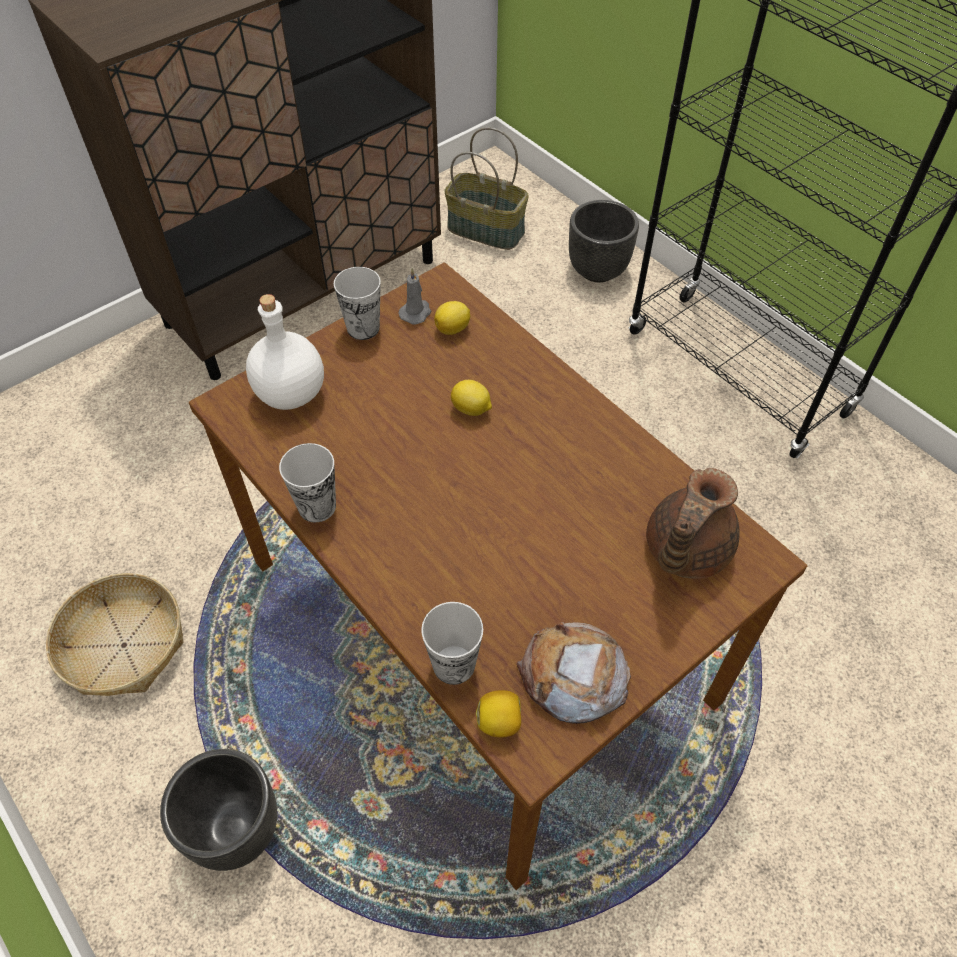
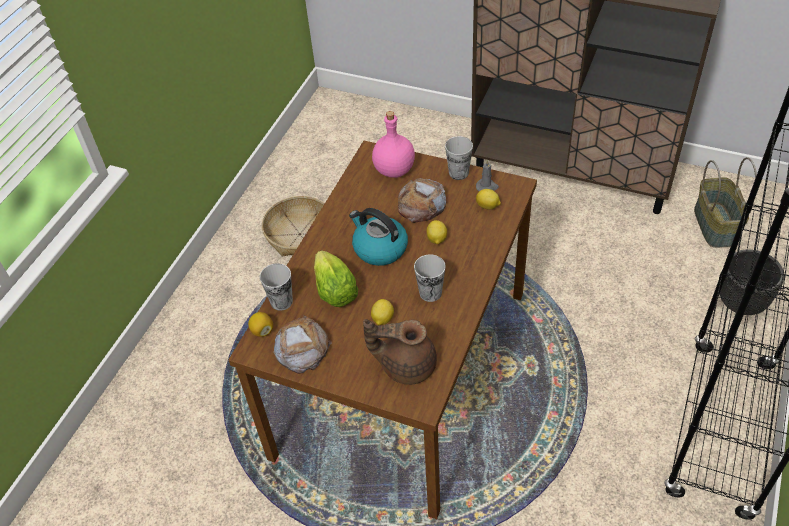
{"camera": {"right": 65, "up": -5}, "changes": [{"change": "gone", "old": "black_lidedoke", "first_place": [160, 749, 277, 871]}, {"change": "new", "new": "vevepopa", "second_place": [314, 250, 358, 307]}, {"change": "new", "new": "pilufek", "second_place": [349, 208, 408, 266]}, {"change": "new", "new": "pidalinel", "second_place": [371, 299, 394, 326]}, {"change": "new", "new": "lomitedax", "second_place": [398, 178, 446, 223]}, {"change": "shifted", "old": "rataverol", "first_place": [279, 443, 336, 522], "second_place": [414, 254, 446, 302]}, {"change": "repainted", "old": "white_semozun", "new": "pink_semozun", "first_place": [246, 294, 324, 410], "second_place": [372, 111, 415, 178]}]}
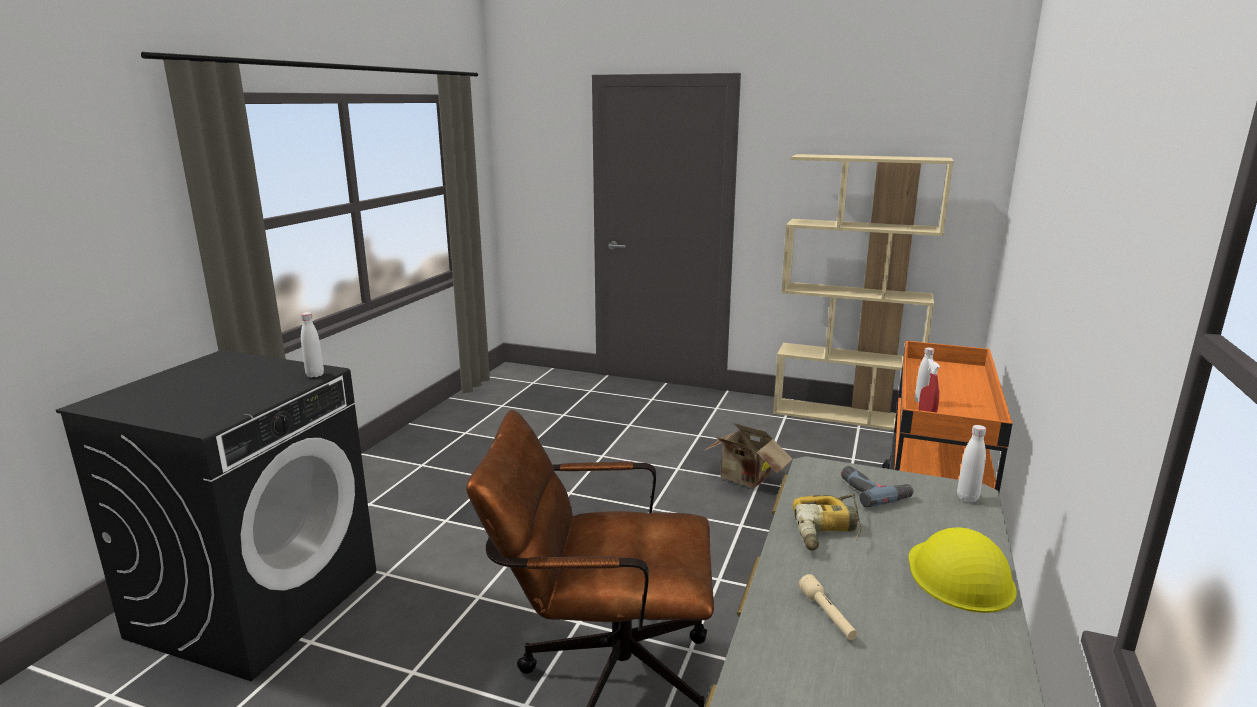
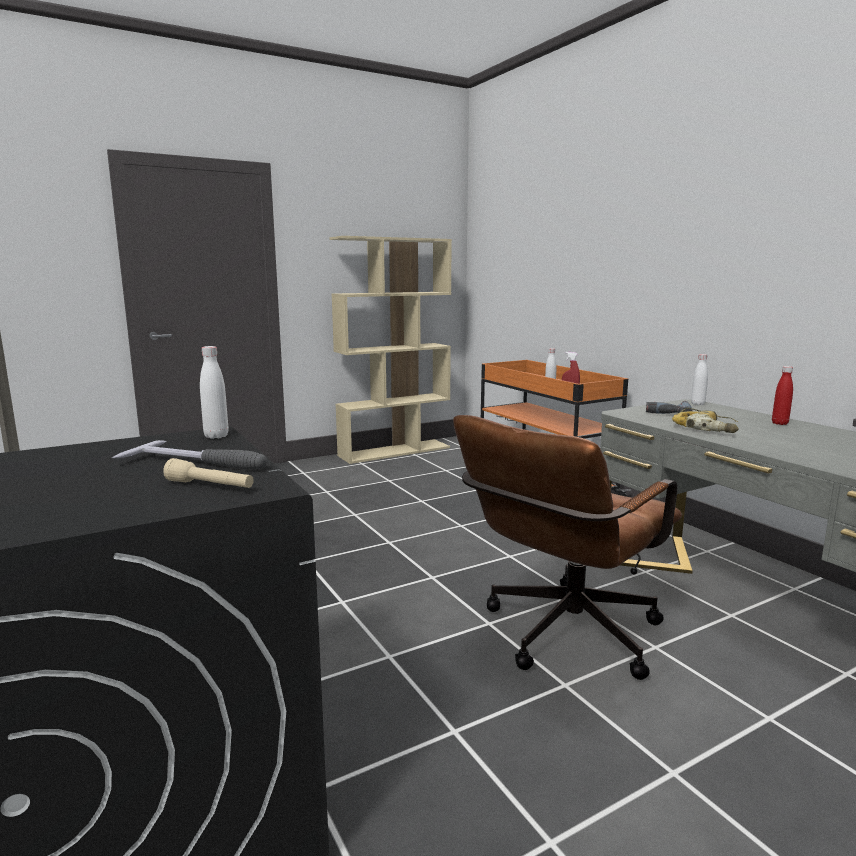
{"camera": {"right": -50, "up": -5}, "changes": [{"change": "gone", "old": "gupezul", "first_place": [704, 423, 793, 488]}, {"change": "new", "new": "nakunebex", "second_place": [112, 440, 267, 470]}, {"change": "shifted", "old": "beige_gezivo", "first_place": [799, 574, 858, 640], "second_place": [163, 458, 254, 488]}, {"change": "swapped", "old": "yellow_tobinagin", "new": "red_semozun", "first_place": [908, 527, 1017, 613], "second_place": [772, 366, 793, 425]}]}
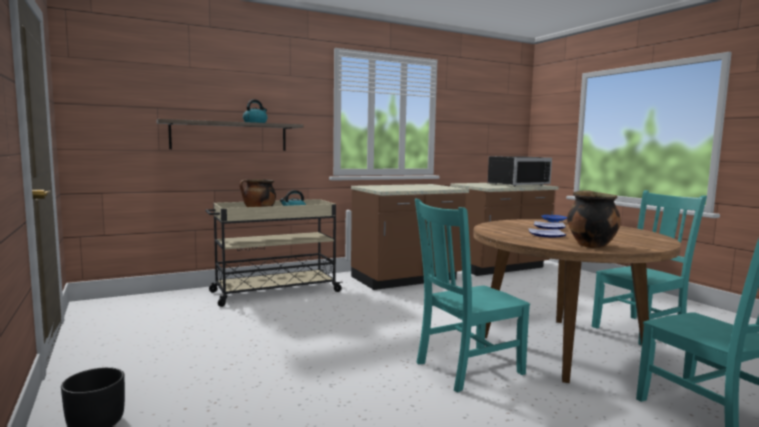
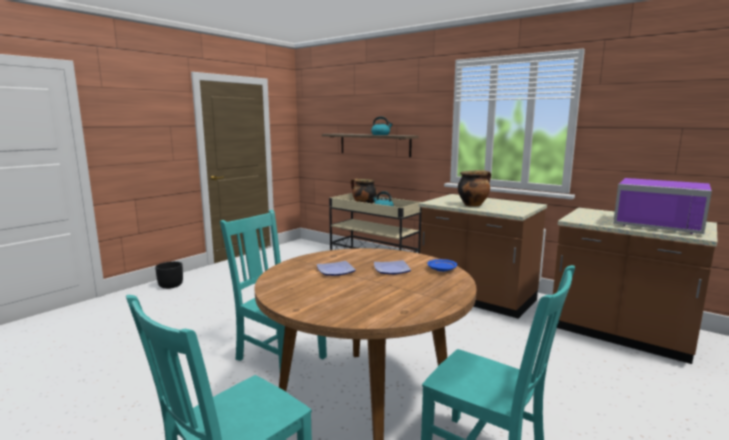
{"camera": {"right": 65, "up": 5}, "changes": [{"change": "shifted", "old": "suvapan", "first_place": [567, 190, 621, 249], "second_place": [458, 170, 491, 207]}, {"change": "repainted", "old": "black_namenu", "new": "purple_namenu", "first_place": [488, 156, 552, 186], "second_place": [613, 178, 712, 234]}]}
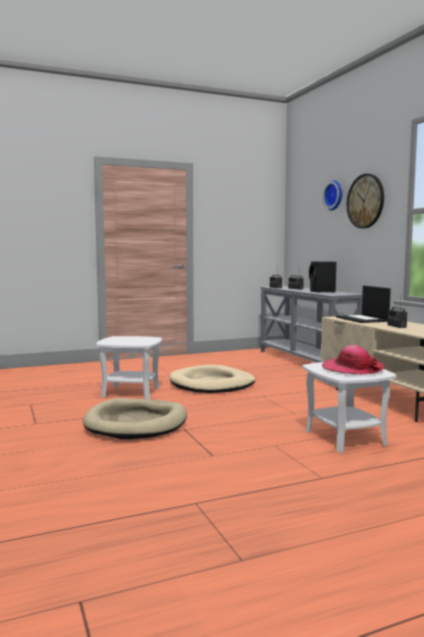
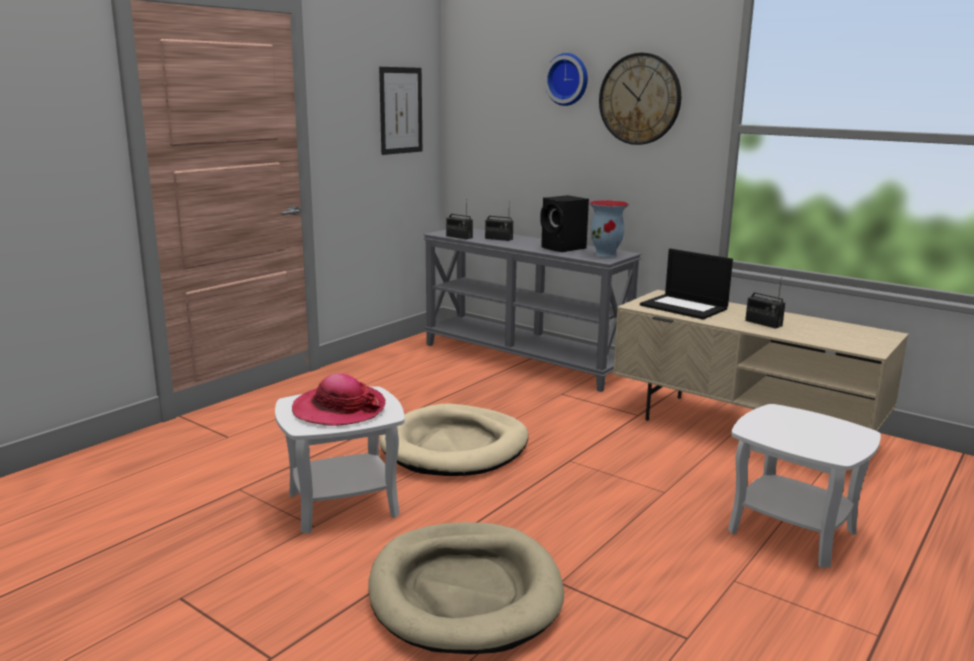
{"camera": {"right": -30, "up": 10}, "changes": [{"change": "new", "new": "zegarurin", "second_place": [379, 67, 422, 155]}, {"change": "new", "new": "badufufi", "second_place": [589, 200, 629, 257]}, {"change": "shifted", "old": "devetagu", "first_place": [322, 345, 385, 374], "second_place": [292, 374, 385, 426]}]}
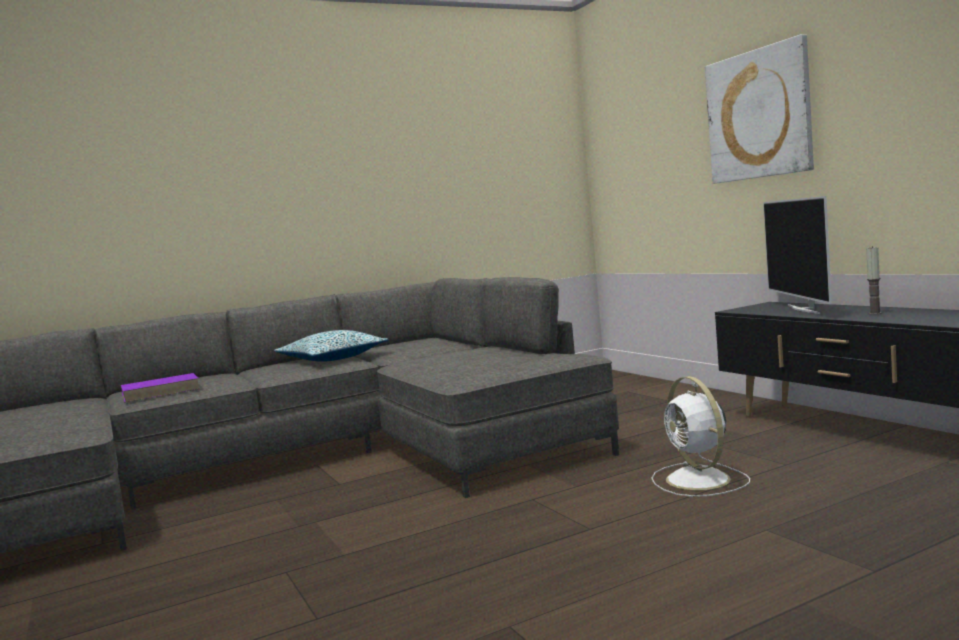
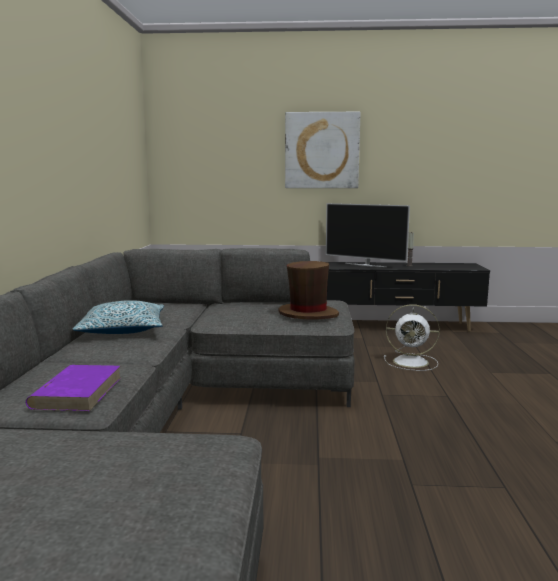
{"camera": {"right": -60, "up": 5}, "changes": [{"change": "new", "new": "brown_devetagu", "second_place": [278, 261, 339, 319]}]}
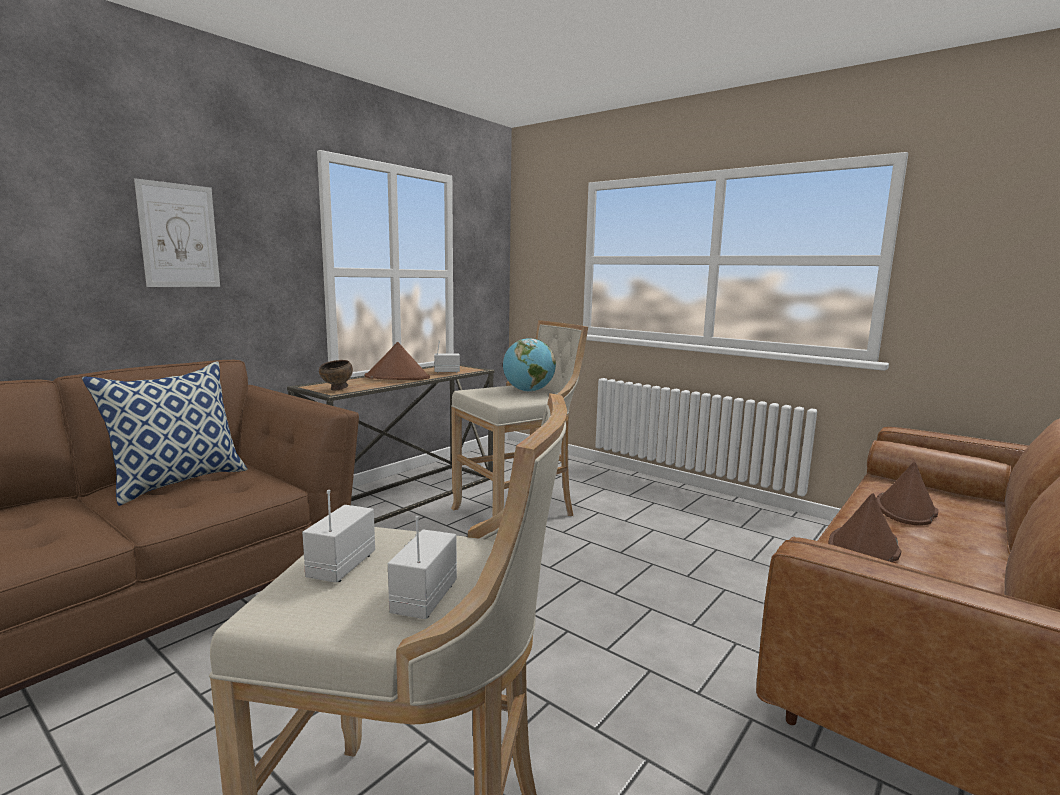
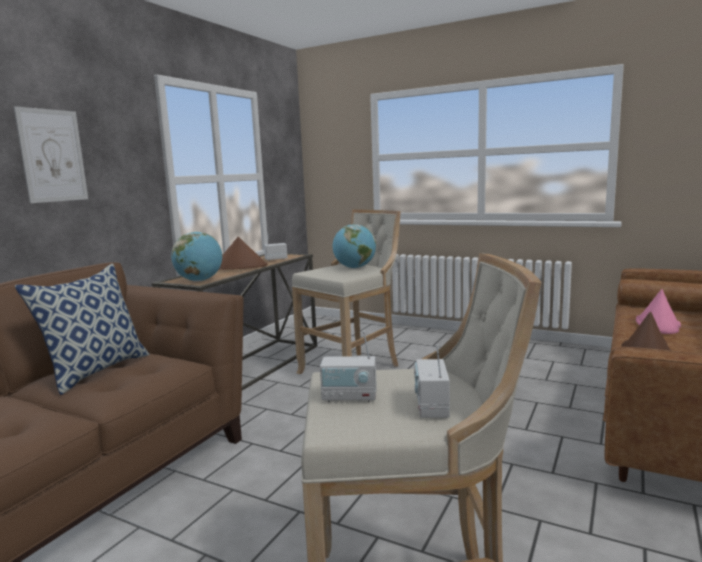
{"camera": {"right": -10, "up": 0}, "changes": [{"change": "swapped", "old": "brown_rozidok", "new": "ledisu", "first_place": [319, 360, 353, 391], "second_place": [171, 232, 222, 282]}, {"change": "repainted", "old": "brown_devetagu", "new": "pink_devetagu", "first_place": [876, 462, 938, 525], "second_place": [636, 289, 681, 334]}, {"change": "rotated", "old": "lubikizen", "first_place": [302, 490, 375, 583], "second_place": [320, 331, 377, 402], "degrees": -90}]}
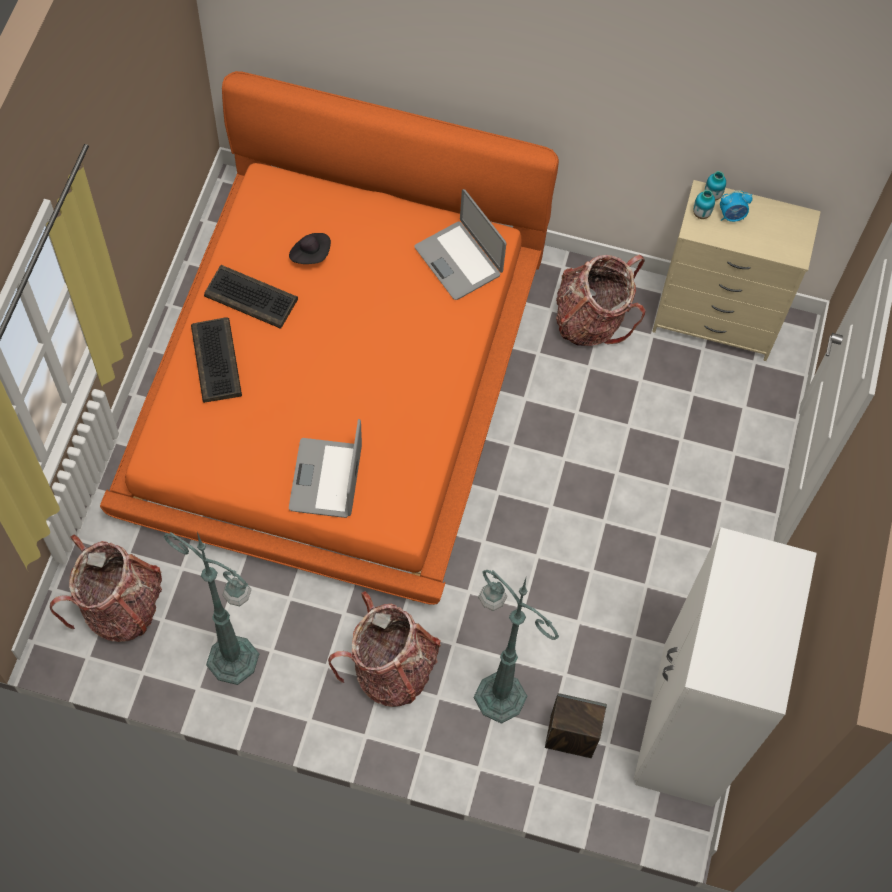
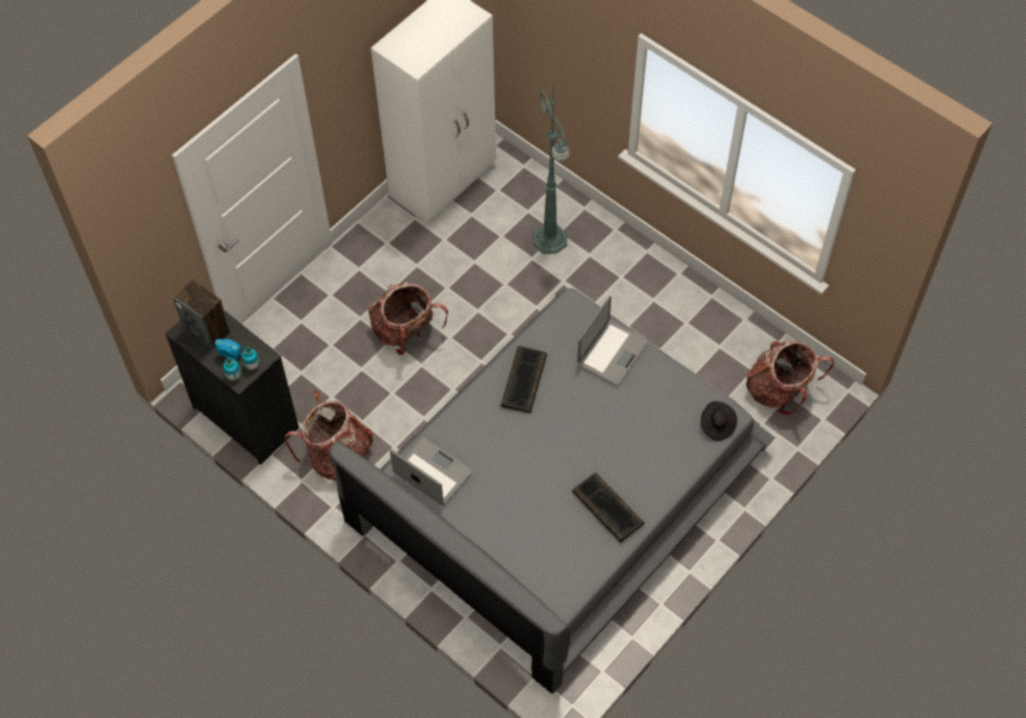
{"camera": {"right": -150, "up": -5}, "changes": [{"change": "gone", "old": "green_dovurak", "first_place": [163, 532, 259, 685]}, {"change": "shifted", "old": "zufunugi", "first_place": [191, 317, 242, 403], "second_place": [501, 346, 547, 413]}, {"change": "shifted", "old": "black_devetagu", "first_place": [289, 233, 331, 264], "second_place": [701, 401, 737, 441]}, {"change": "shifted", "old": "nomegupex", "first_place": [328, 591, 441, 707], "second_place": [368, 282, 448, 355]}, {"change": "shifted", "old": "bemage", "first_place": [545, 693, 607, 758], "second_place": [173, 280, 230, 350]}, {"change": "repainted", "old": "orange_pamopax", "new": "grey_pamopax", "first_place": [100, 71, 559, 605], "second_place": [330, 286, 775, 694]}, {"change": "repainted", "old": "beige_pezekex", "new": "black_pezekex", "first_place": [652, 180, 821, 361], "second_place": [165, 310, 299, 465]}, {"change": "rotated", "old": "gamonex", "first_place": [414, 189, 506, 300], "second_place": [390, 438, 472, 505], "degrees": -45}]}
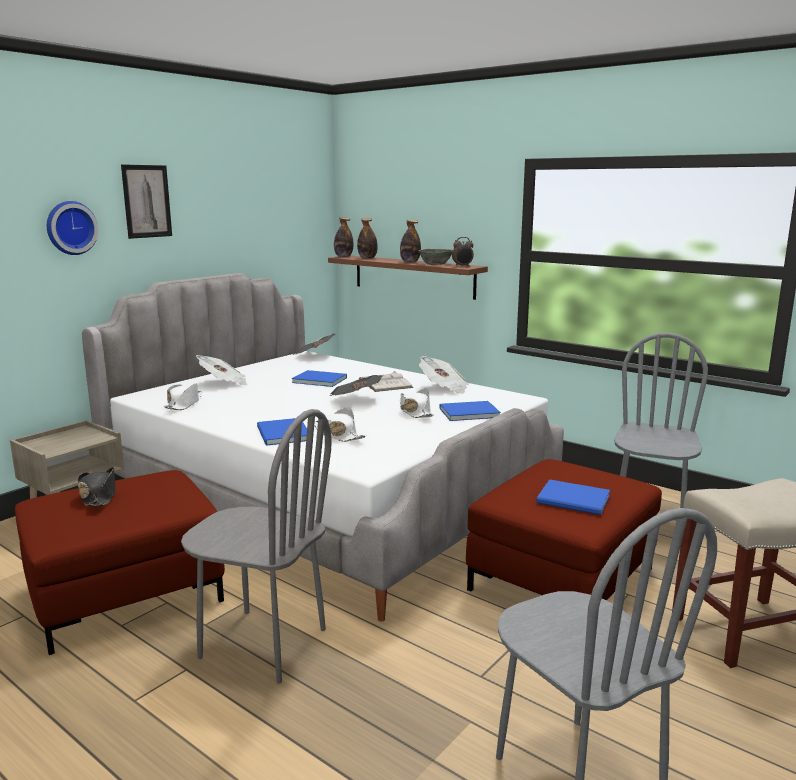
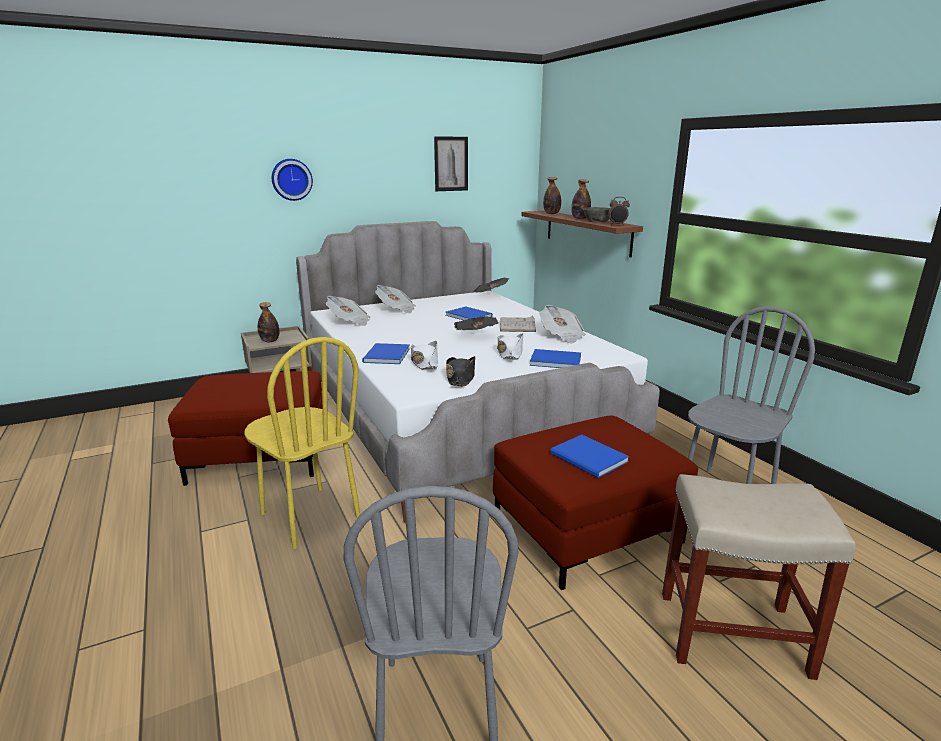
{"camera": {"right": 25, "up": 5}, "changes": [{"change": "shifted", "old": "black_devetagu", "first_place": [77, 467, 116, 506], "second_place": [446, 356, 475, 386]}, {"change": "shifted", "old": "zegarurin", "first_place": [121, 164, 172, 239], "second_place": [434, 136, 468, 191]}, {"change": "shifted", "old": "semozun", "first_place": [334, 217, 353, 257], "second_place": [258, 302, 279, 342]}, {"change": "swapped", "old": "white_devetagu", "new": "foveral", "first_place": [164, 383, 202, 410], "second_place": [326, 296, 370, 326]}, {"change": "repainted", "old": "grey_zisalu", "new": "yellow_zisalu", "first_place": [181, 409, 332, 684], "second_place": [244, 337, 360, 549]}]}
